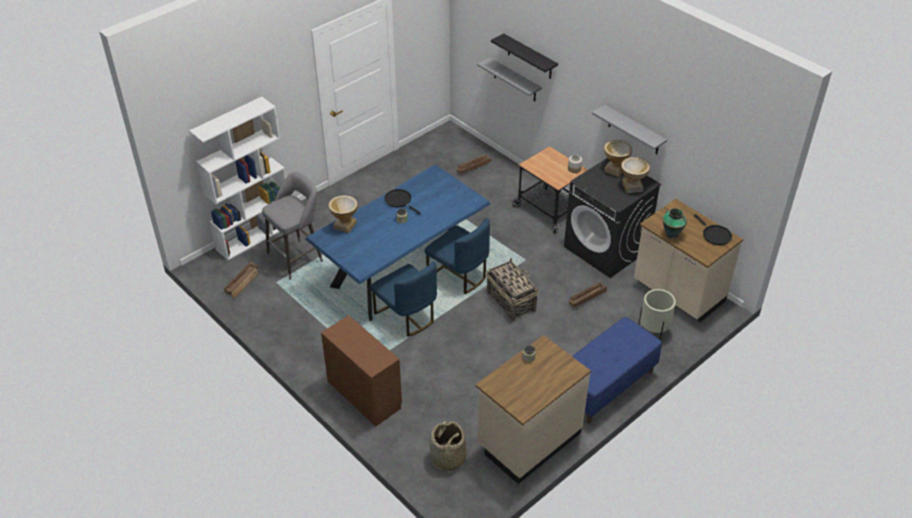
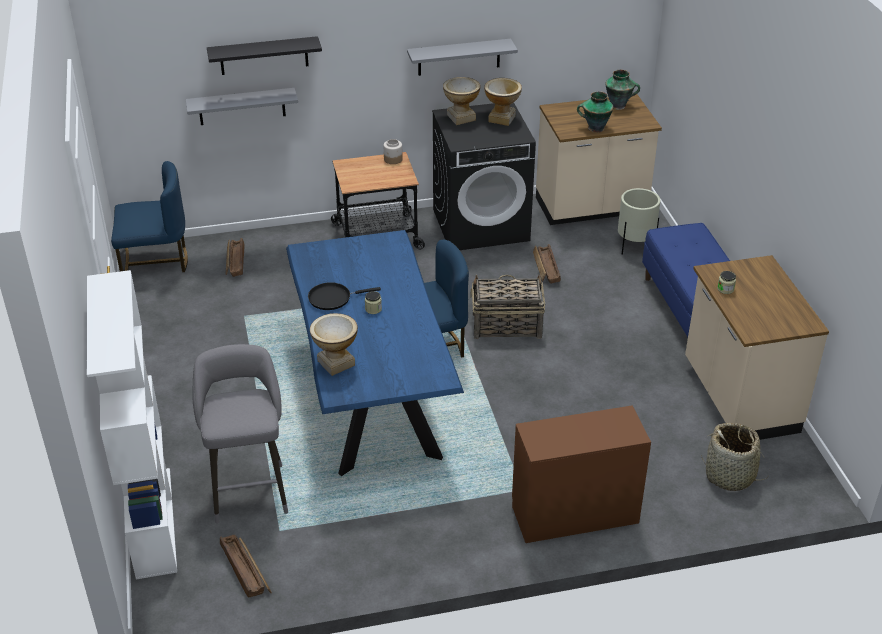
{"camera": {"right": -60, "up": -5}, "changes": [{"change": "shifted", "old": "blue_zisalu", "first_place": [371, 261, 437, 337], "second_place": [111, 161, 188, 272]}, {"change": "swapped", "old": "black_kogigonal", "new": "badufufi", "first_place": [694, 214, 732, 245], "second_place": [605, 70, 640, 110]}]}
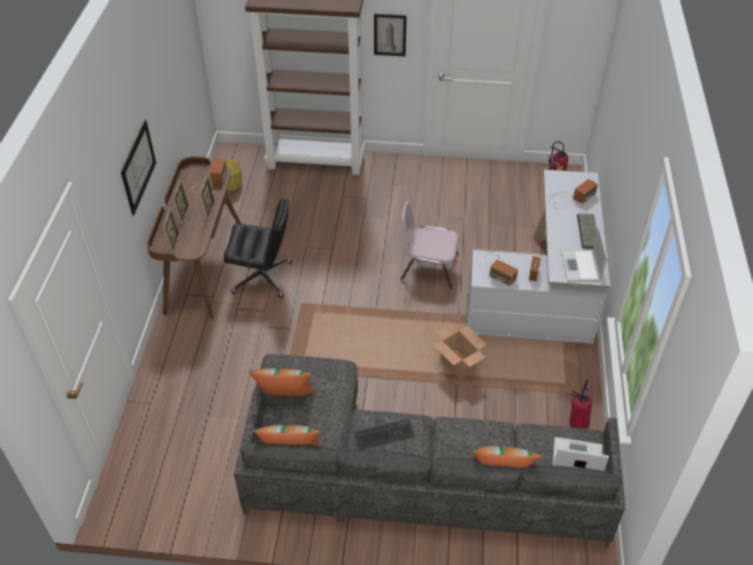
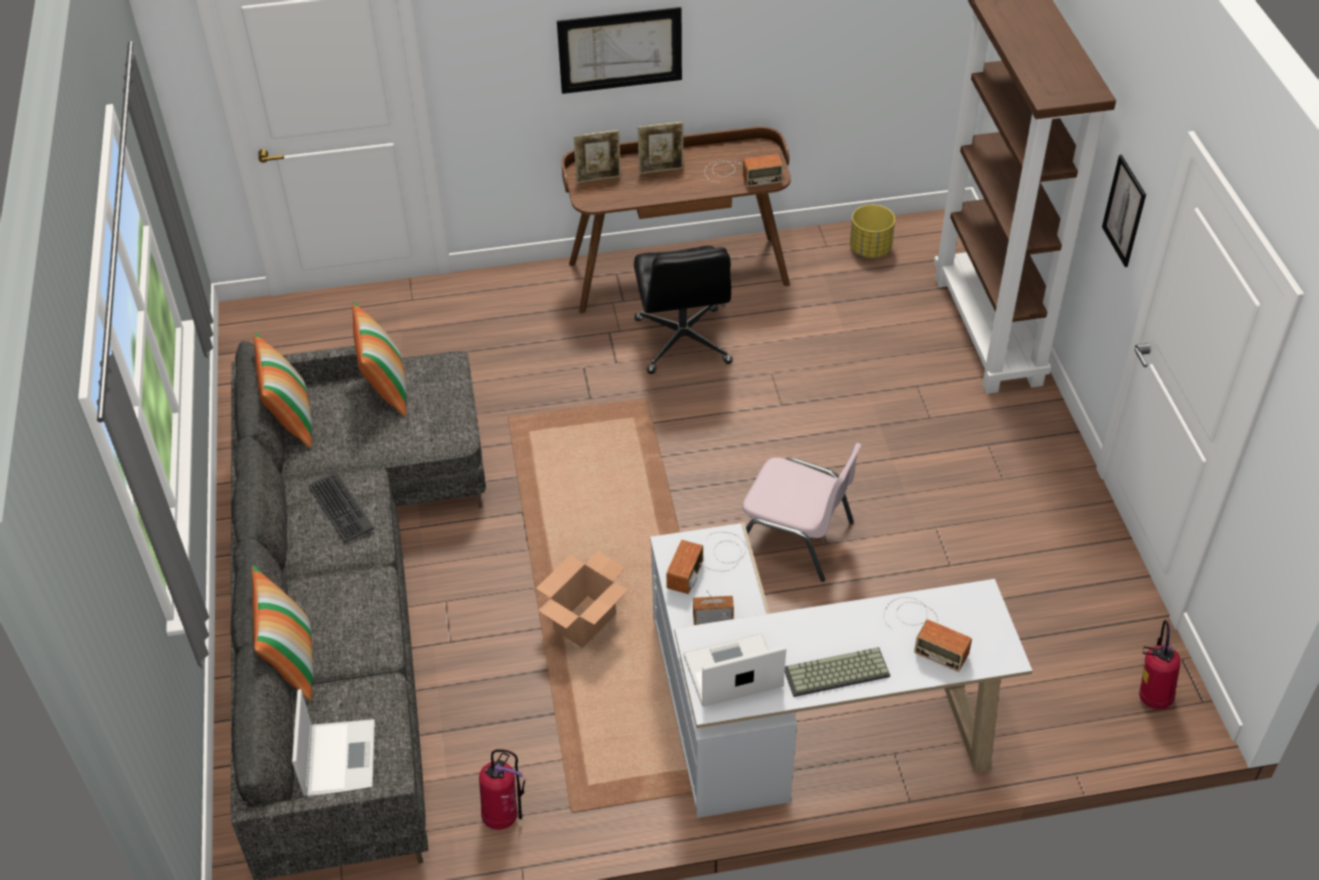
{"camera": {"right": 75, "up": 0}, "changes": [{"change": "gone", "old": "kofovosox", "first_place": [199, 174, 215, 220]}, {"change": "rotated", "old": "pink_zisalu", "first_place": [401, 201, 458, 288], "second_place": [742, 443, 862, 582], "degrees": 120}]}
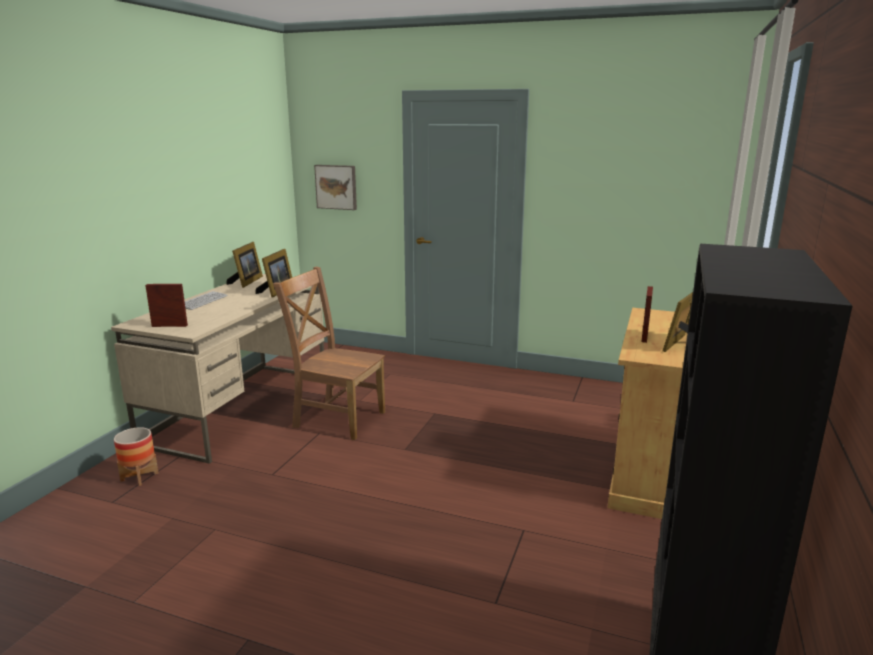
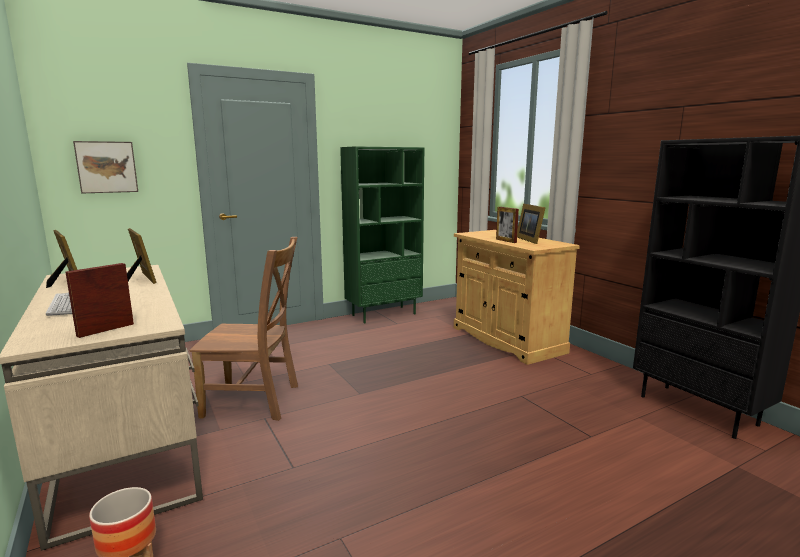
{"camera": {"right": -50, "up": -5}, "changes": [{"change": "new", "new": "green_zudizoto", "second_place": [340, 146, 424, 323]}, {"change": "rotated", "old": "brown_zisalu", "first_place": [273, 267, 385, 440], "second_place": [190, 237, 298, 421], "degrees": -150}]}
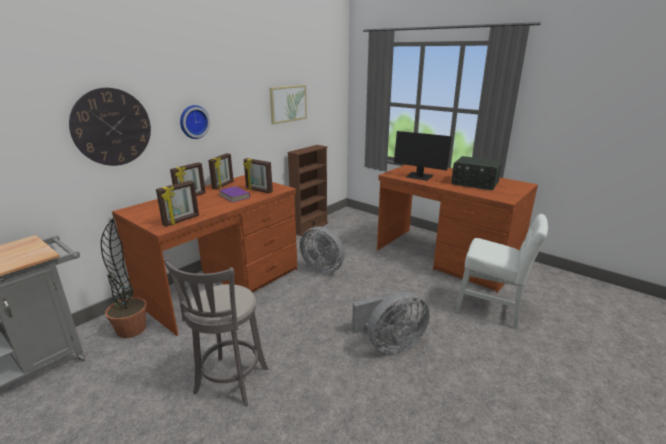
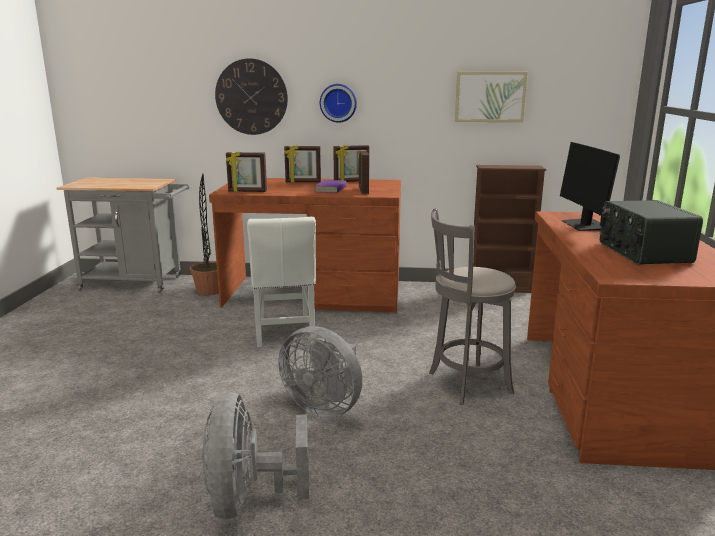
{"camera": {"right": 55, "up": -5}, "changes": [{"change": "shifted", "old": "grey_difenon", "first_place": [164, 258, 268, 407], "second_place": [429, 208, 516, 405]}, {"change": "shifted", "old": "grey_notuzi", "first_place": [300, 227, 345, 274], "second_place": [202, 392, 309, 519]}, {"change": "shifted", "old": "white_zisalu", "first_place": [455, 214, 548, 329], "second_place": [247, 217, 316, 347]}]}
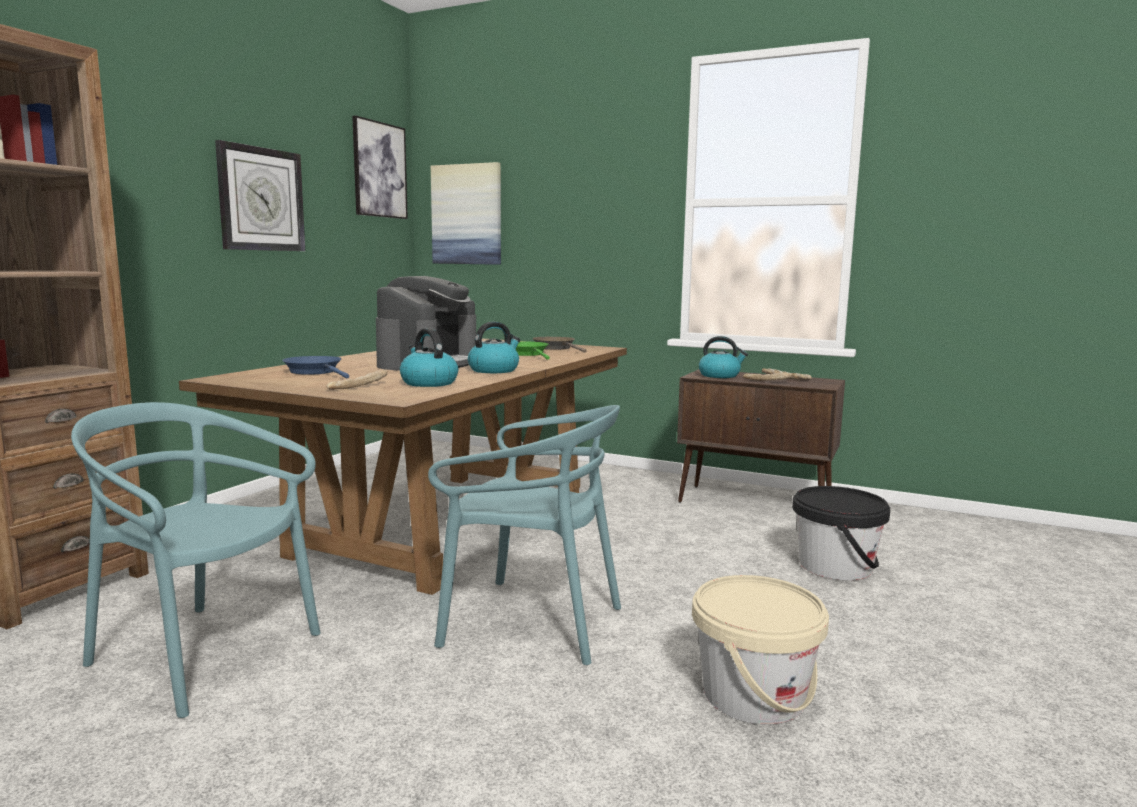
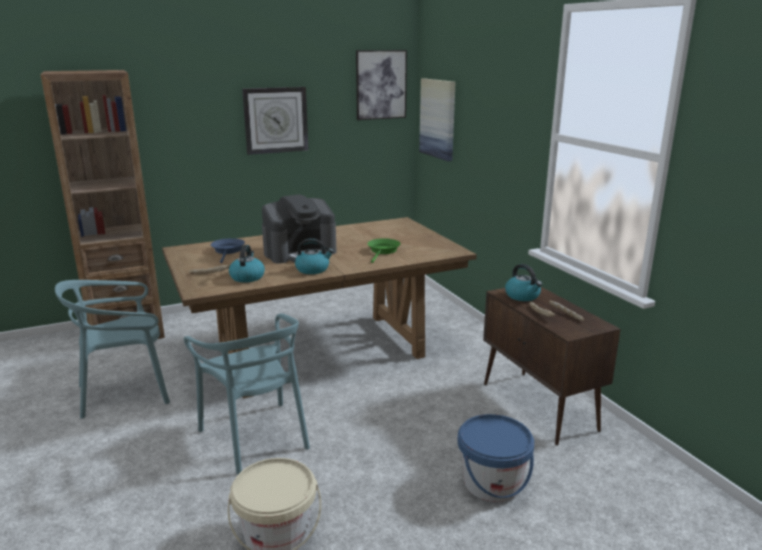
{"camera": {"right": 40, "up": 10}, "changes": [{"change": "gone", "old": "brown_kogigonal", "first_place": [532, 337, 586, 353]}, {"change": "repainted", "old": "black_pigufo", "new": "blue_pigufo", "first_place": [792, 486, 890, 581], "second_place": [457, 414, 534, 502]}, {"change": "rotated", "old": "turquoise_zisalu", "first_place": [71, 402, 321, 718], "second_place": [55, 280, 170, 419], "degrees": -90}]}
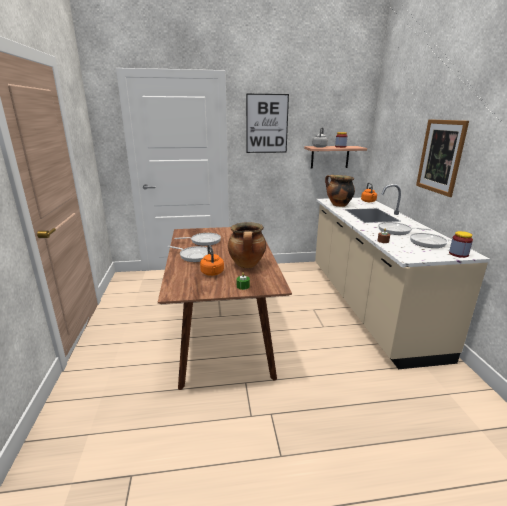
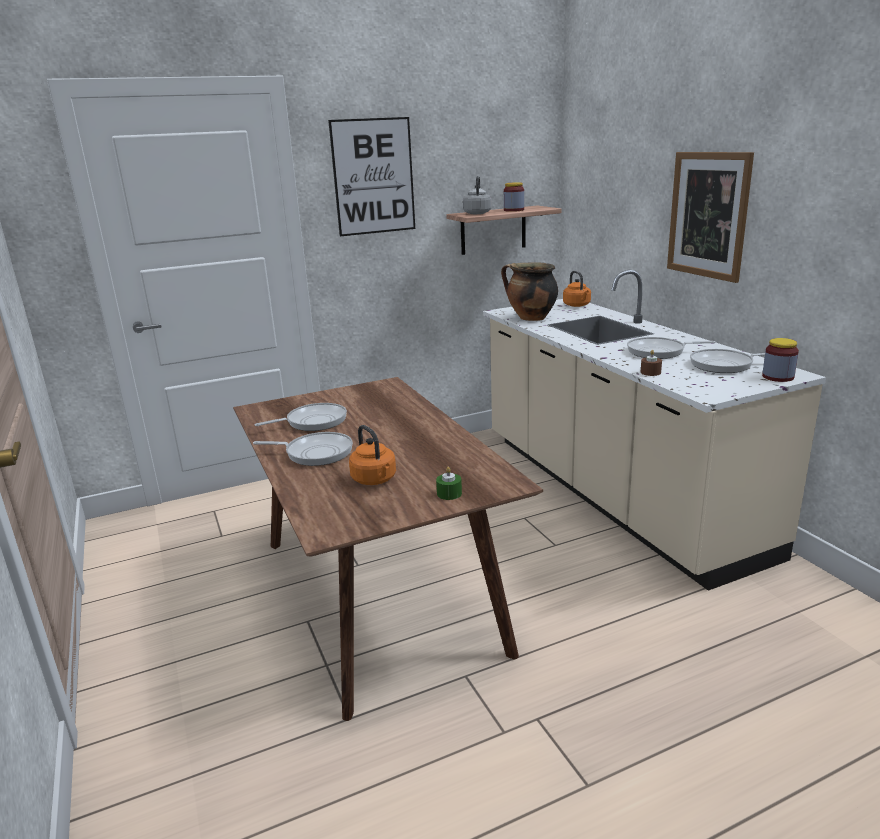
{"camera": {"right": -15, "up": 0}, "changes": [{"change": "gone", "old": "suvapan", "first_place": [228, 222, 266, 268]}]}
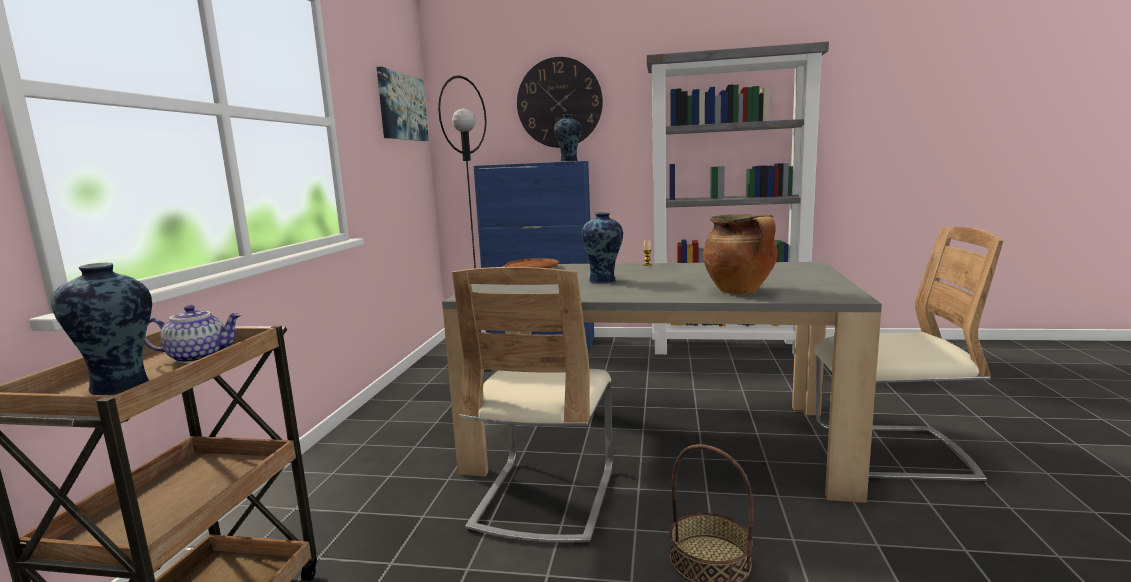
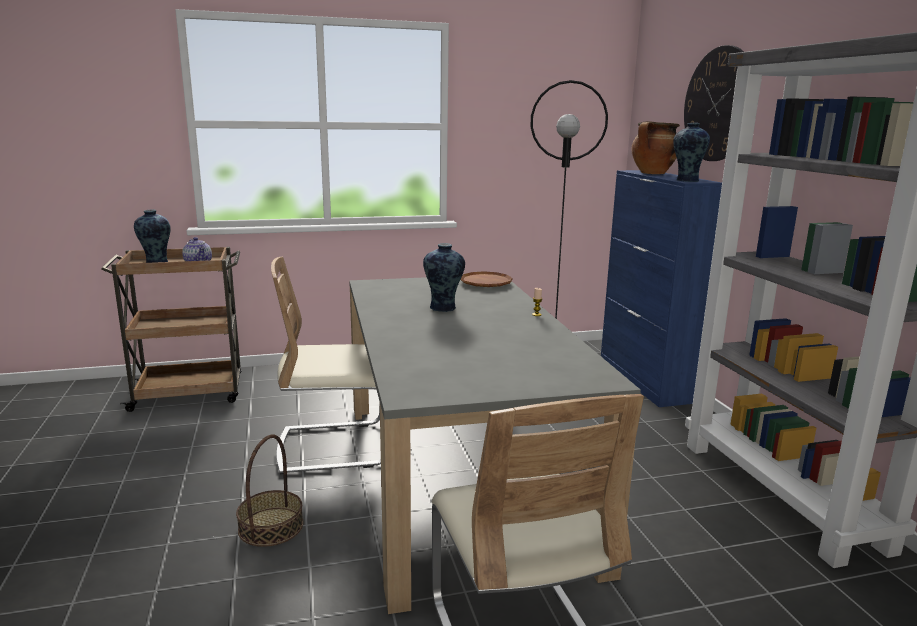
{"camera": {"right": 65, "up": 5}, "changes": [{"change": "gone", "old": "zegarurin", "first_place": [377, 67, 429, 141]}, {"change": "shifted", "old": "suvapan", "first_place": [703, 214, 778, 294], "second_place": [631, 121, 680, 174]}]}
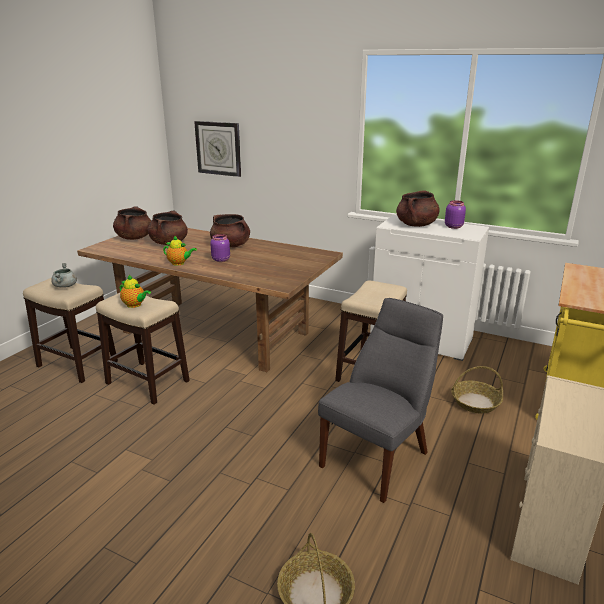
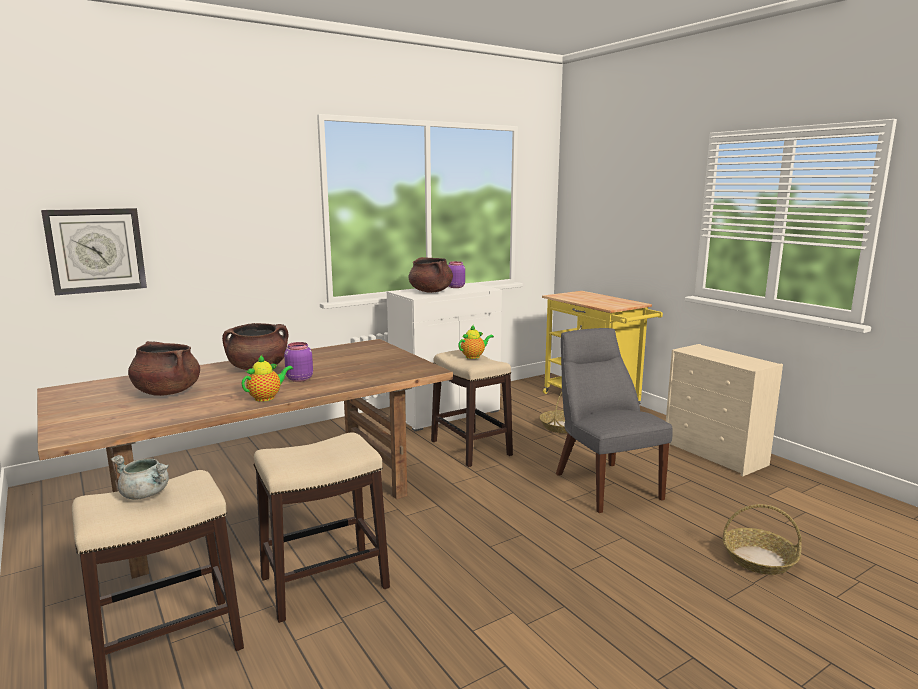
{"camera": {"right": -60, "up": -10}, "changes": [{"change": "gone", "old": "brown_suvapan", "first_place": [113, 206, 151, 240]}, {"change": "shifted", "old": "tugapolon", "first_place": [119, 275, 151, 308], "second_place": [458, 325, 494, 359]}]}
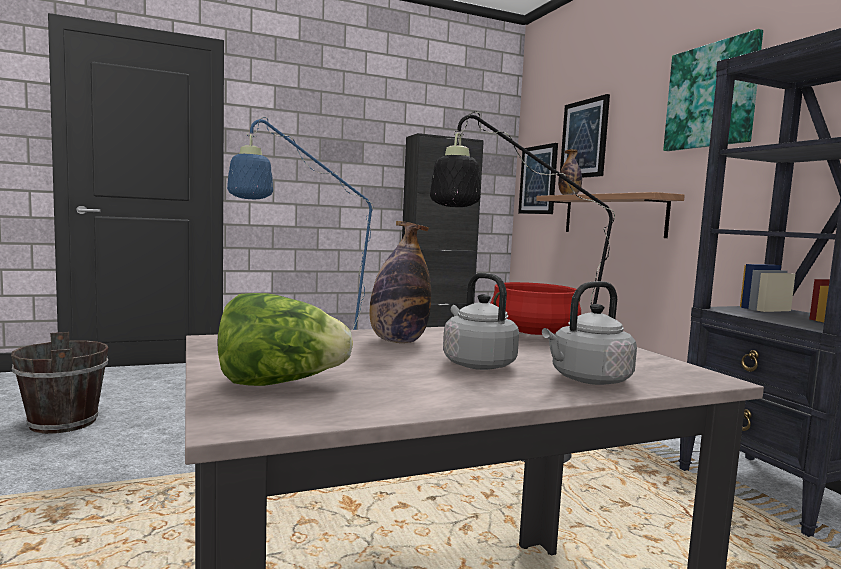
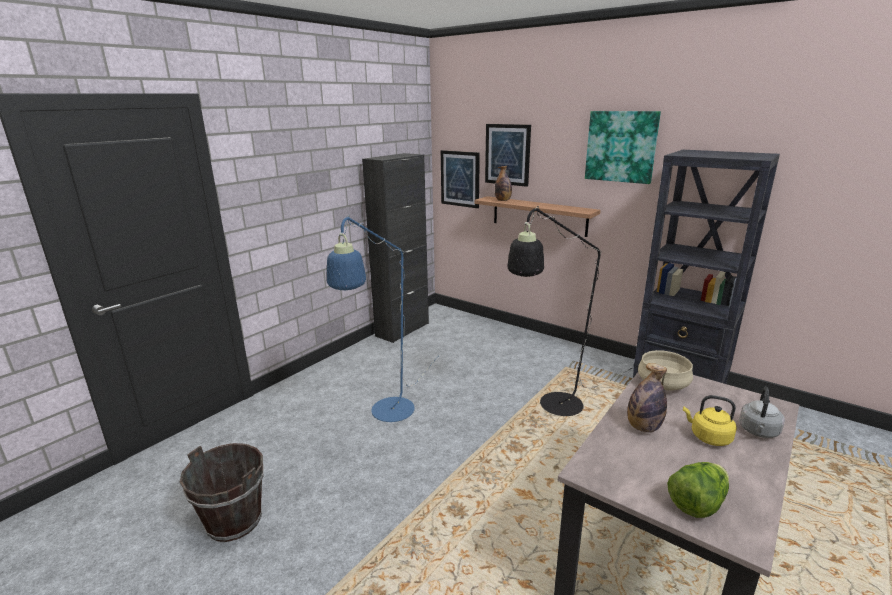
{"camera": {"right": -30, "up": 15}, "changes": [{"change": "repainted", "old": "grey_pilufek", "new": "yellow_pilufek", "first_place": [443, 273, 519, 370], "second_place": [683, 395, 737, 446]}, {"change": "repainted", "old": "red_suvapan", "new": "beige_suvapan", "first_place": [490, 282, 581, 335], "second_place": [638, 350, 693, 390]}]}
